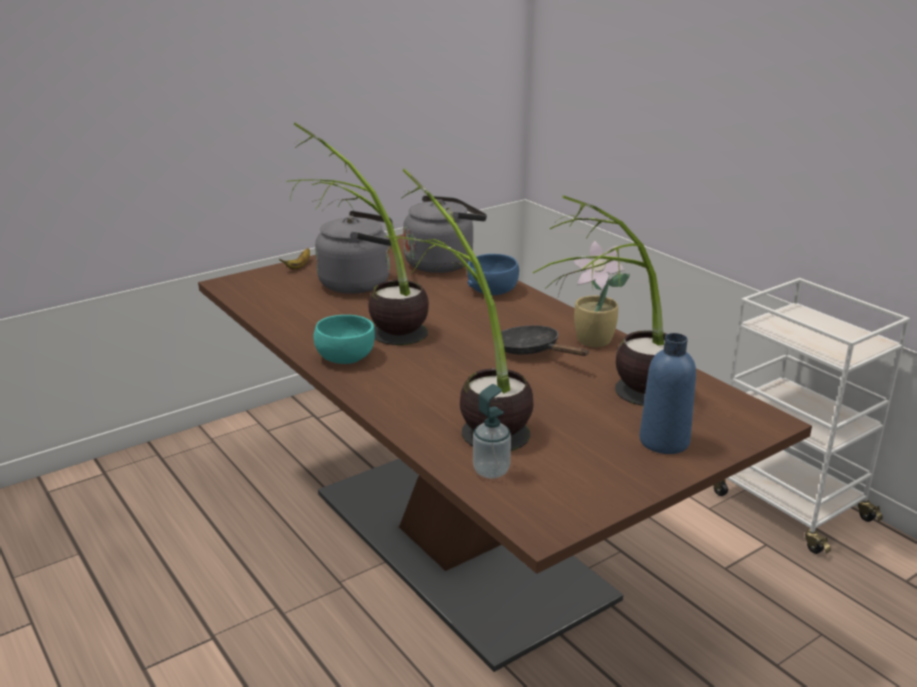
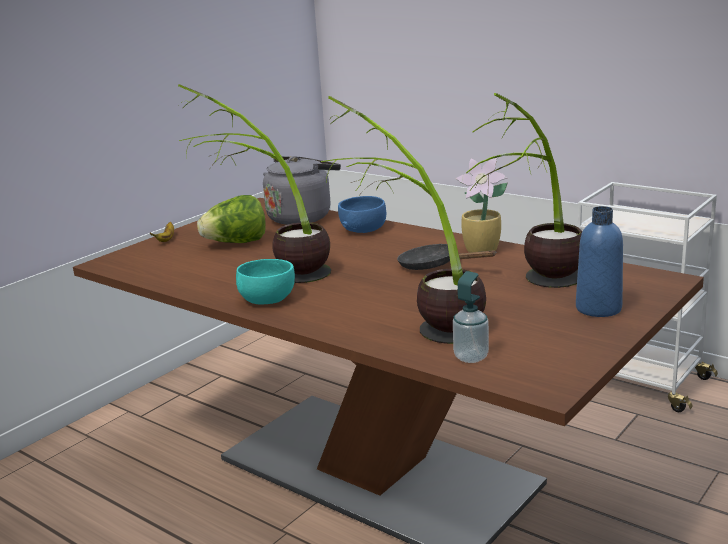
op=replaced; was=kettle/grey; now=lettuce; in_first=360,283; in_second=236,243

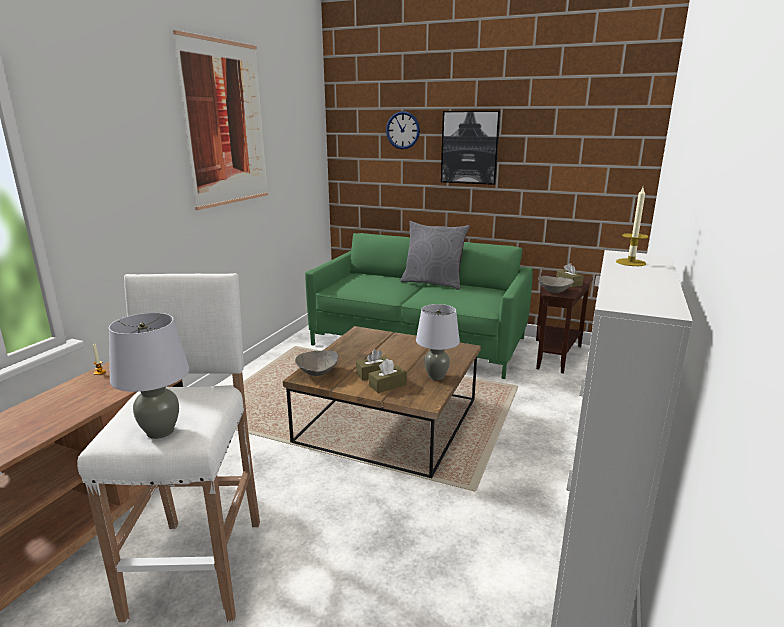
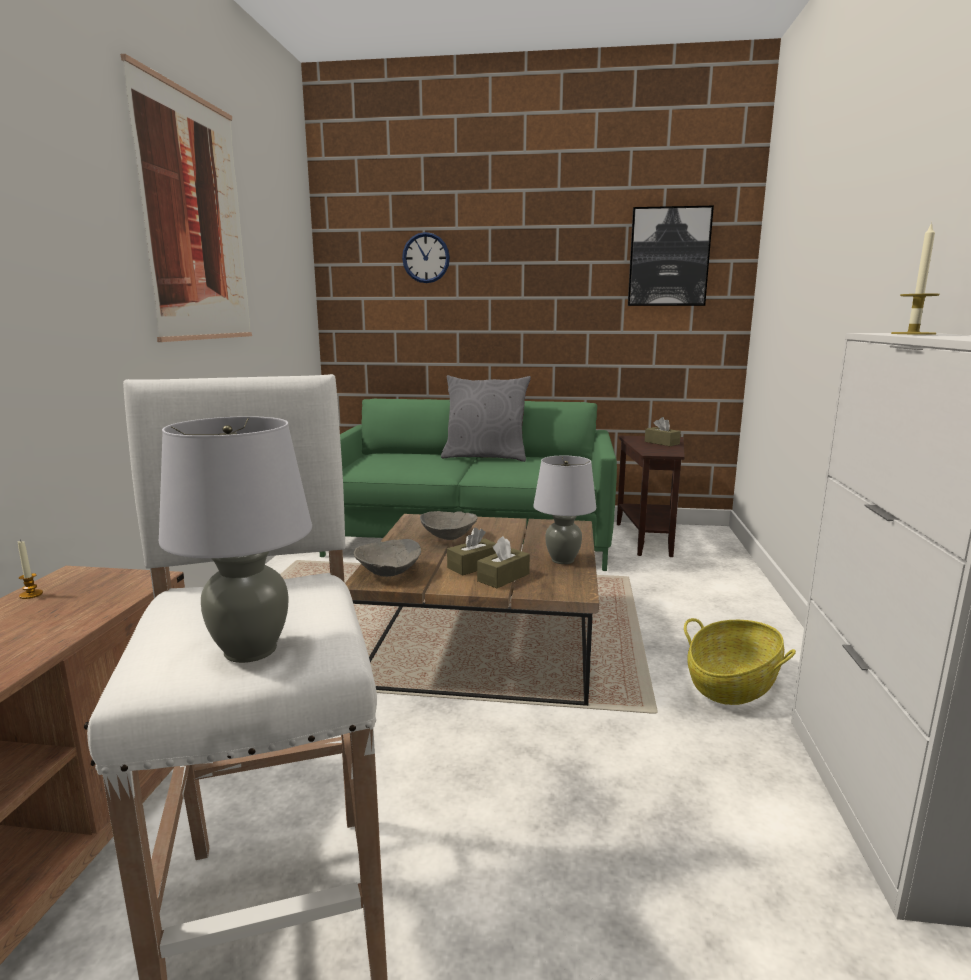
op=moved; was=picture; in_first=470,147; in_second=668,257
op=moved; was=bowl/grey; in_first=553,291; in_second=448,537
op=added; now=basket; in_second=732,684

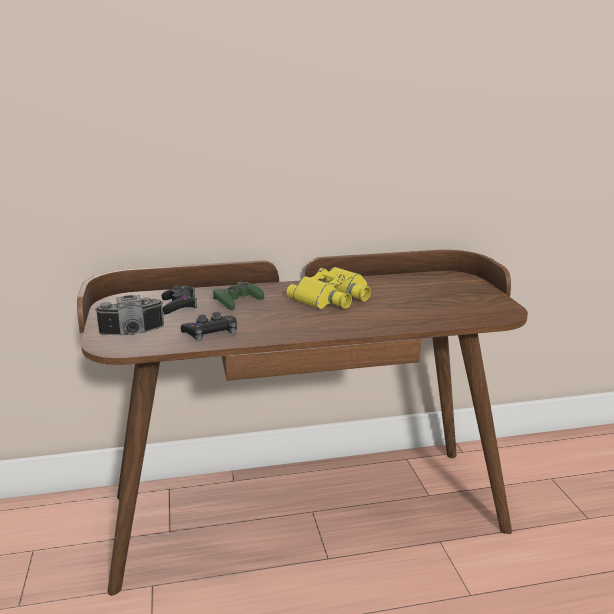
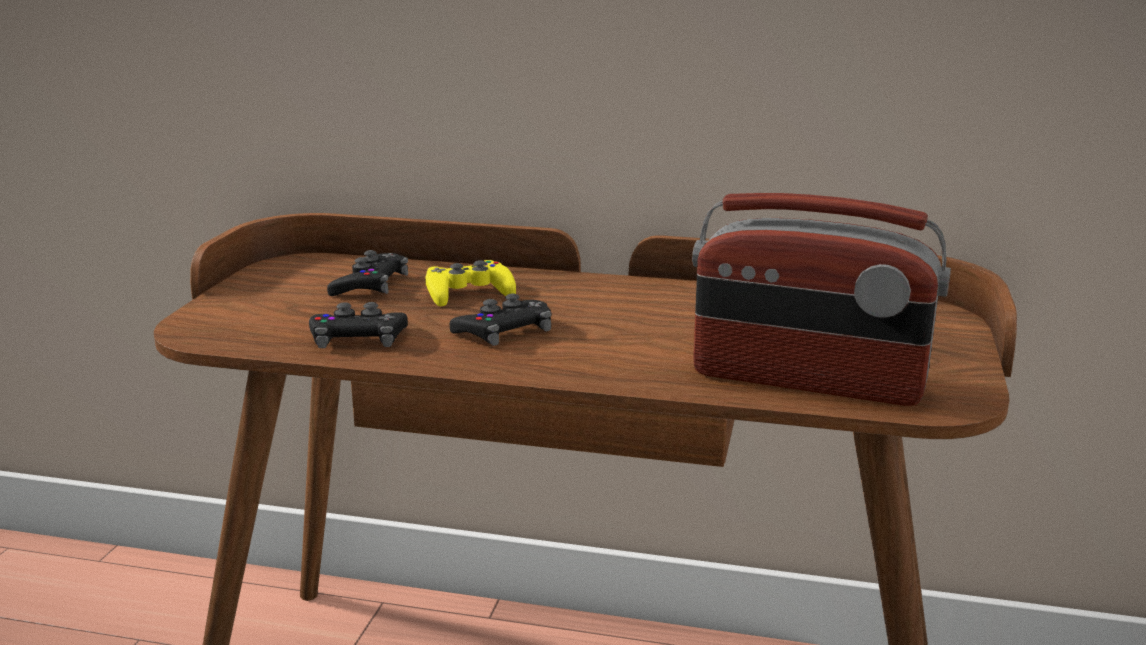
op=removed; was=photo camera; in_first=132,334
op=recoloured; was=game controller/green; now=game controller/yellow; in_first=237,300; in_second=468,292
op=removed; was=binoculars/yellow; in_first=333,298
op=added; now=game controller/black; in_second=503,332
op=added; now=radio; in_second=807,381

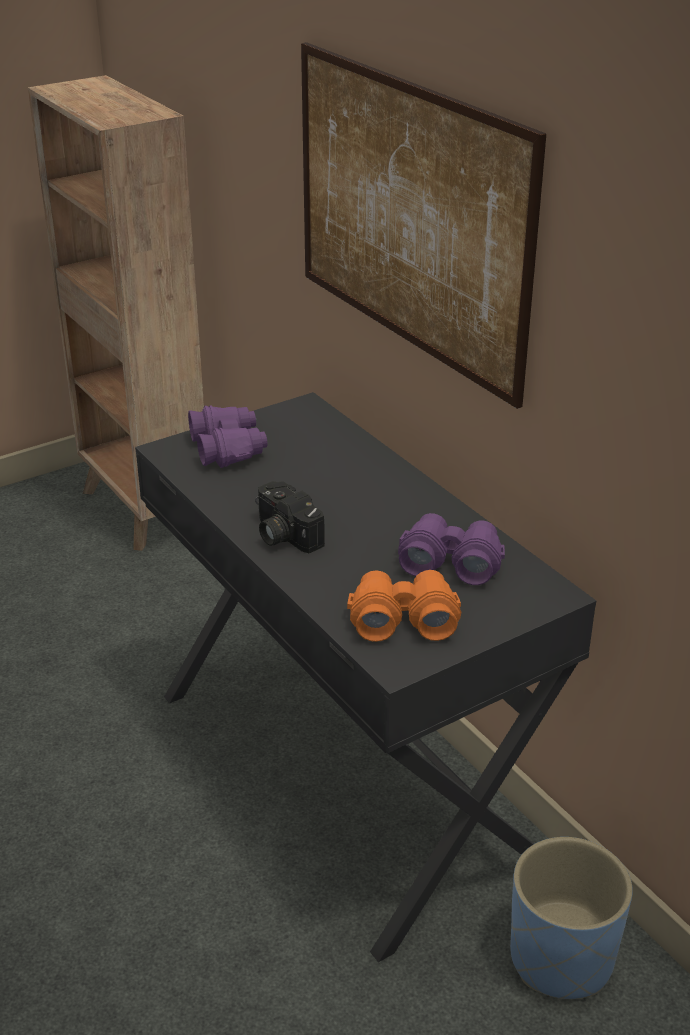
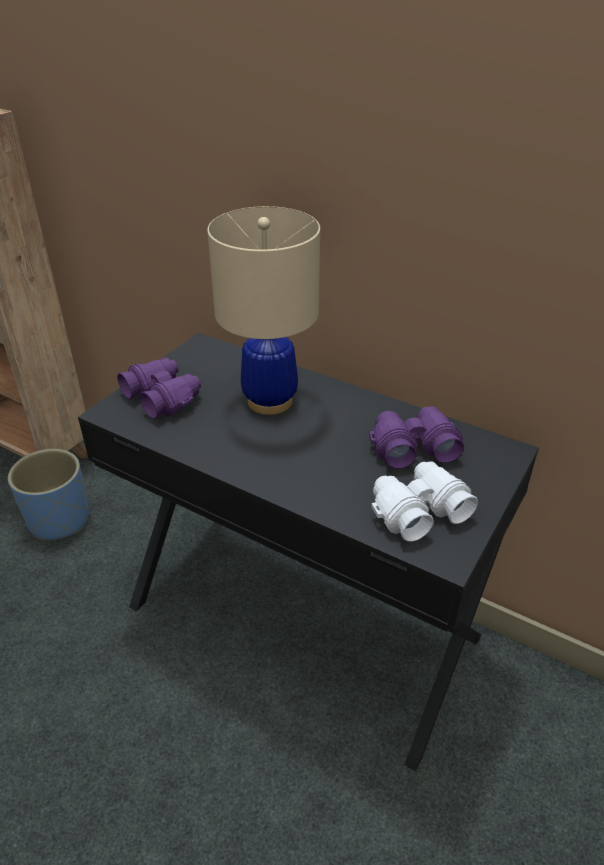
op=removed; was=photo camera; in_first=282,535
op=removed; was=picture; in_first=409,216
op=recoloured; was=binoculars/orange; now=binoculars/white; in_first=403,618; in_second=418,510
op=moved; was=planter/blue; in_first=562,959; in_second=59,520
op=added; now=table lamp/beige; in_second=270,400

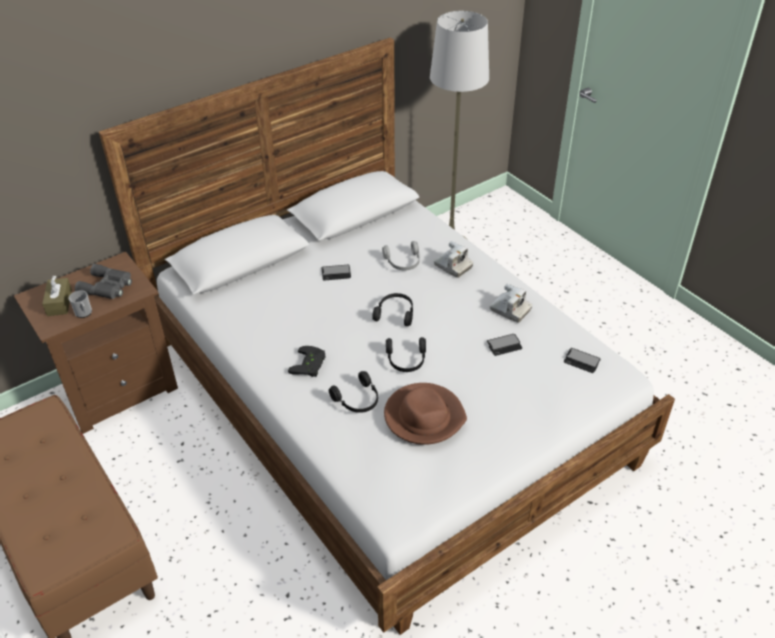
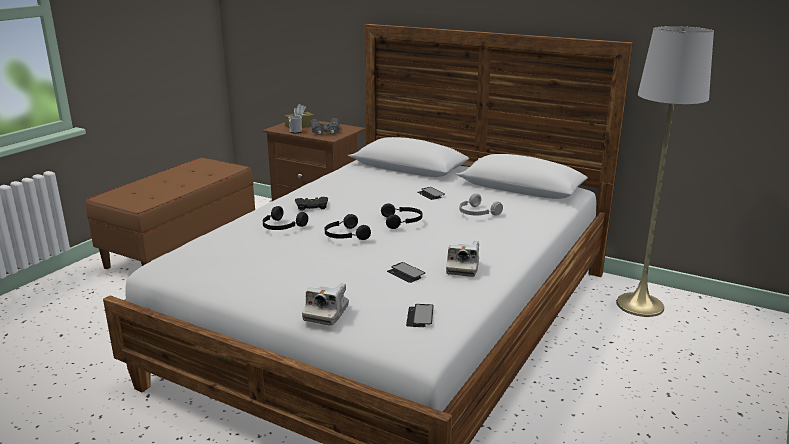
op=removed; was=hat/brown; in_first=424,416
op=moved; was=photo camera; in_first=452,266; in_second=326,313

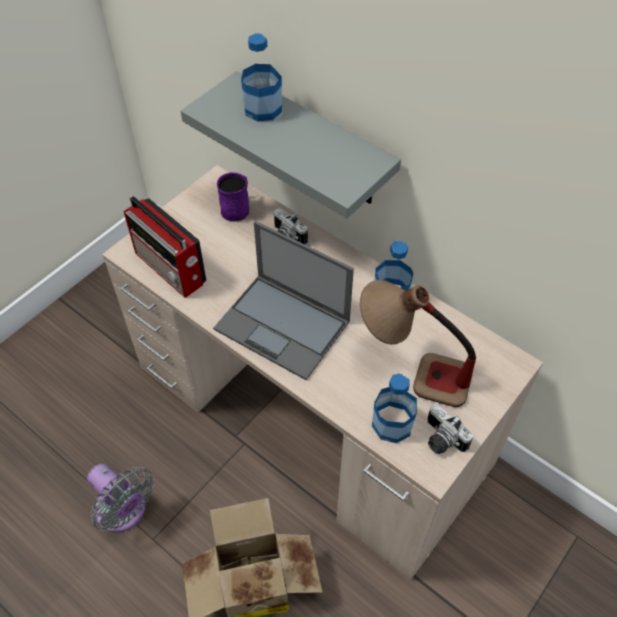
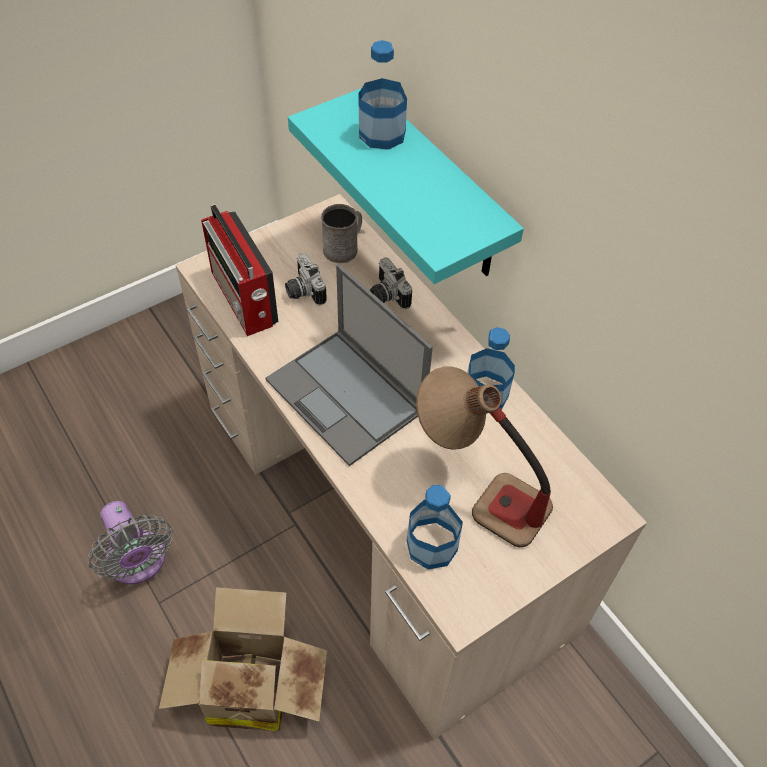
op=recoloured; was=shelf/grey; now=shelf/turquoise; in_first=314,142; in_second=438,187
op=recoloured; was=mug/purple; now=mug/grey; in_first=237,208; in_second=344,248
op=moved; was=photo camera; in_first=441,440; in_second=303,291

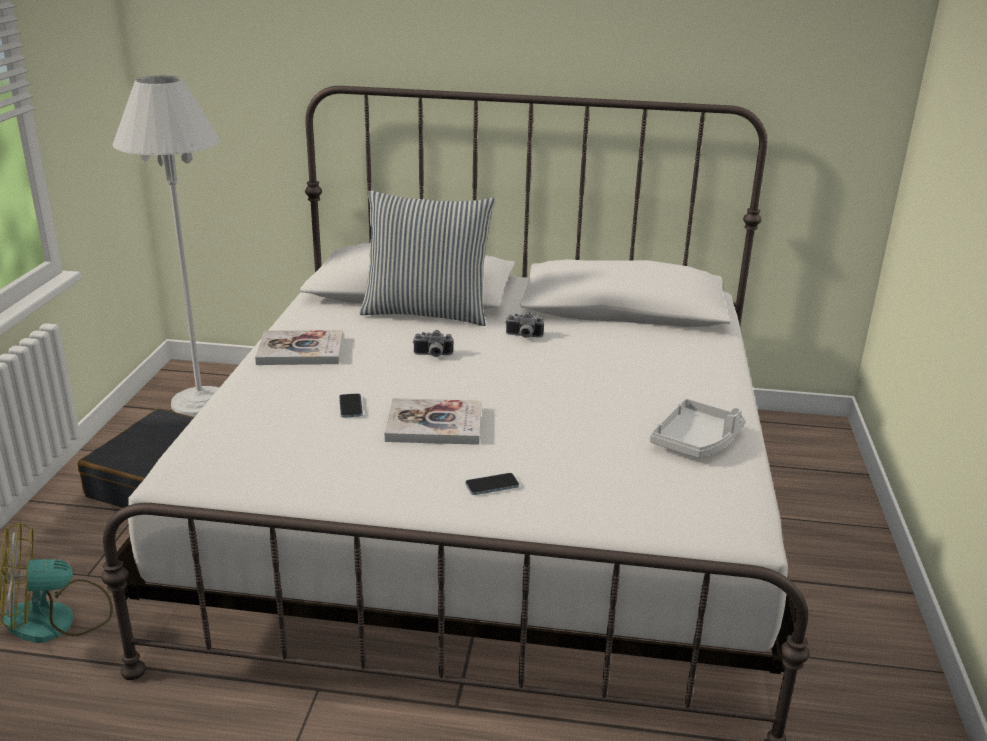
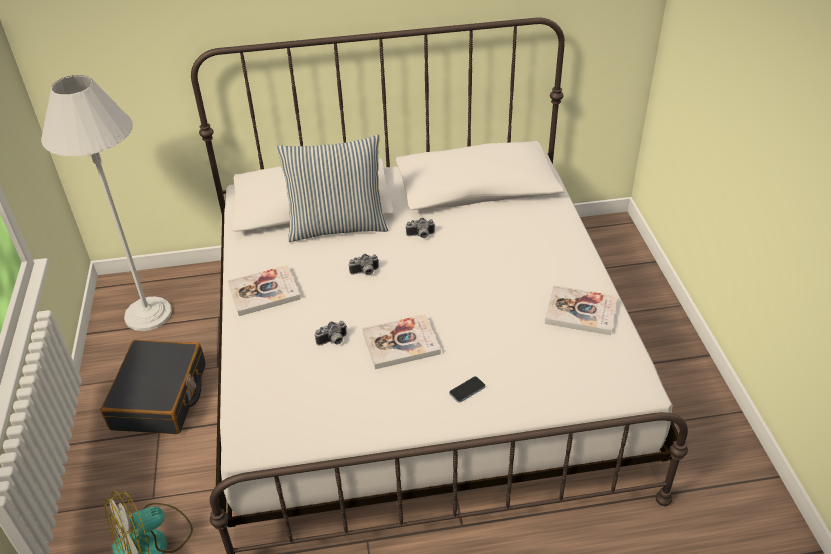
op=replaced; was=phone; now=photo camera; in_first=350,407; in_second=333,341
op=replaced; was=tray/grey; now=book; in_first=696,441; in_second=580,312

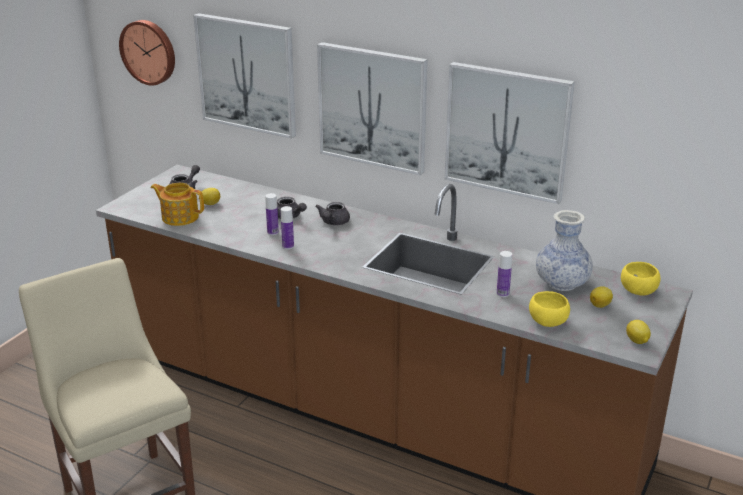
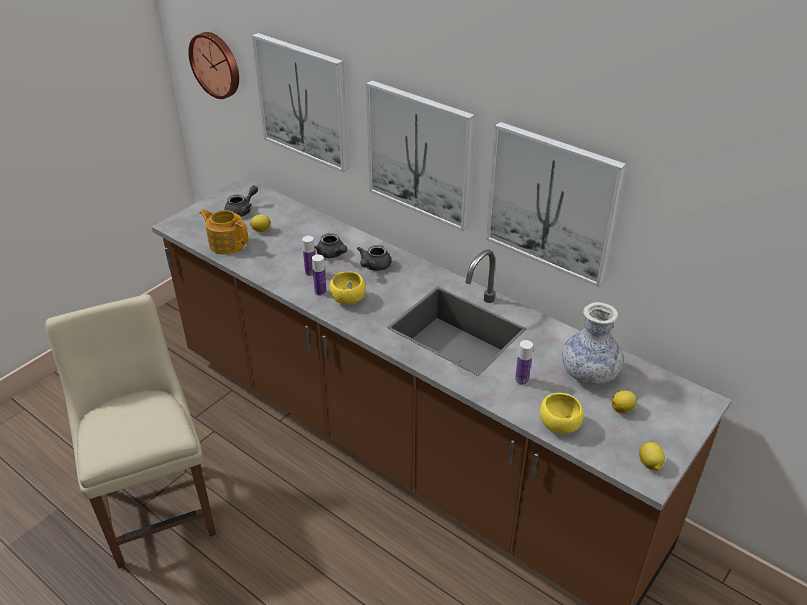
op=moved; was=bowl/yellow; in_first=637,291; in_second=347,299

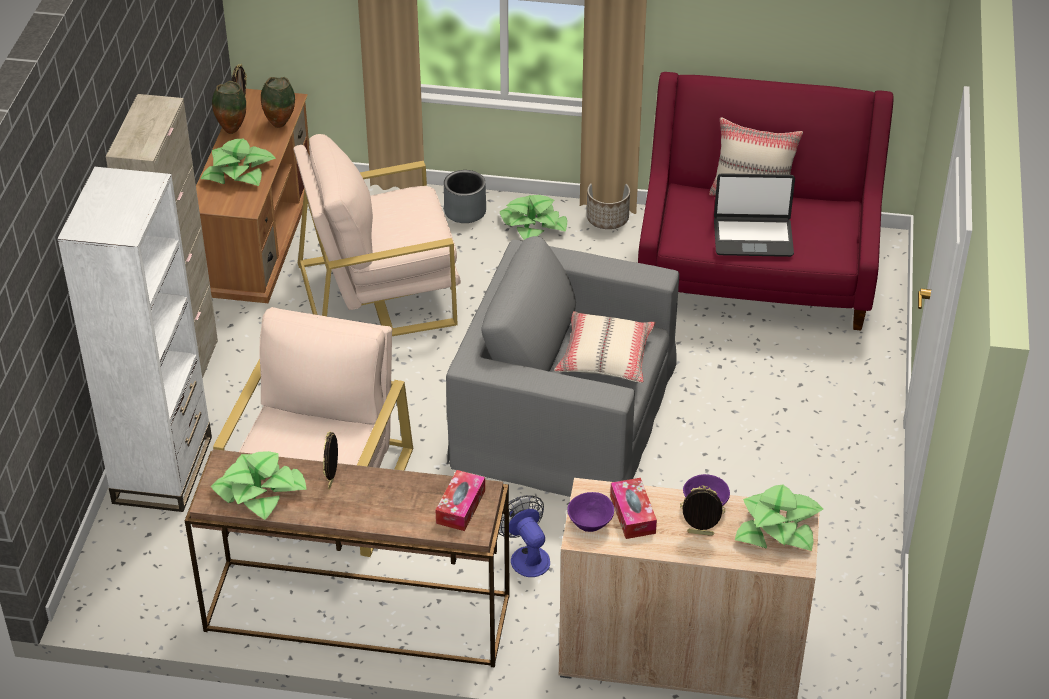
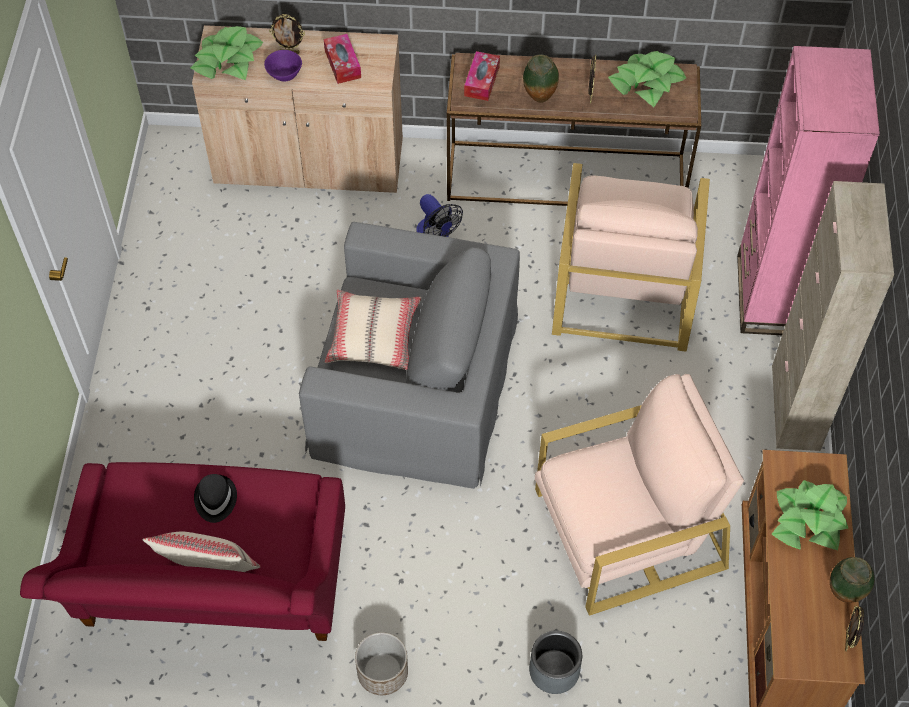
op=recoloured; was=bookcase/white; now=bookcase/pink; in_first=163,470; in_second=771,295
op=moved; was=vase; in_first=280,124; in_second=539,101
op=removed; was=potted plant; in_first=533,225
op=removed; was=bowl/purple; in_first=589,523
op=replaced; was=laptop; now=hat/black; in_first=753,237; in_second=215,499

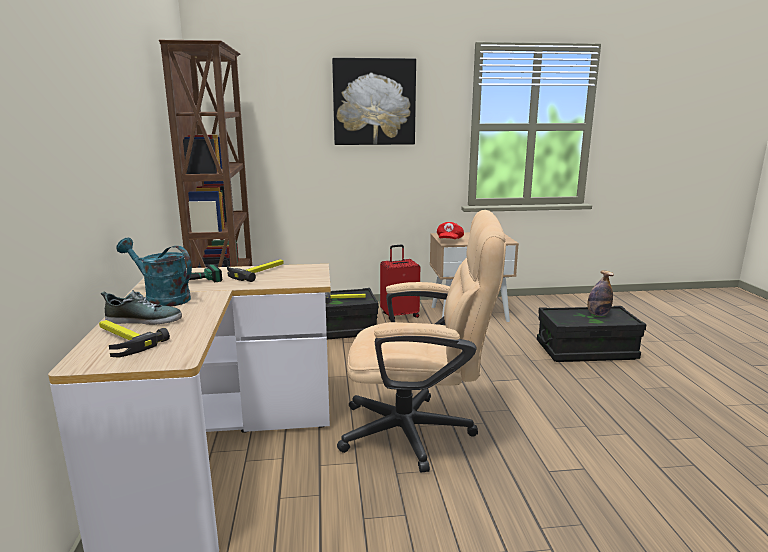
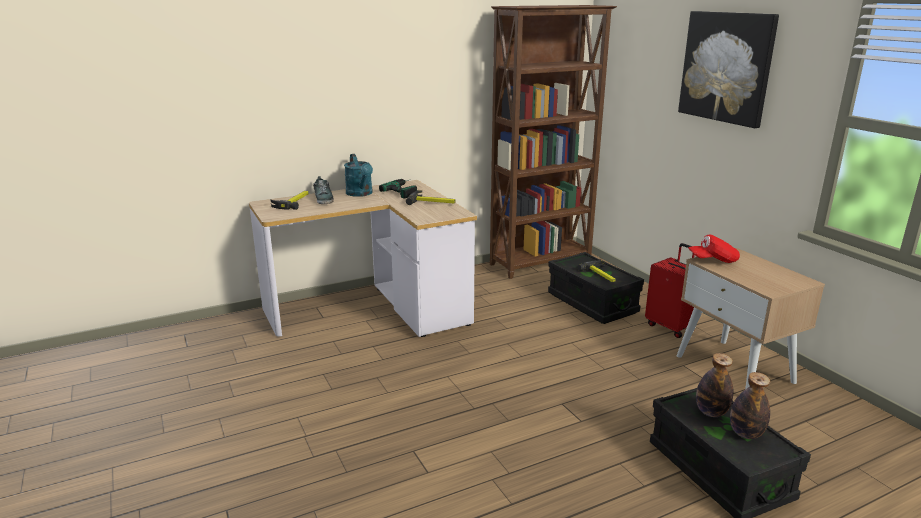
op=turned; was=watering can/turquoise; in_first=161,298; in_second=361,194; clockwise=150
op=removed; was=office chair/beige; in_first=419,432
op=added; now=bottle; in_second=711,412

